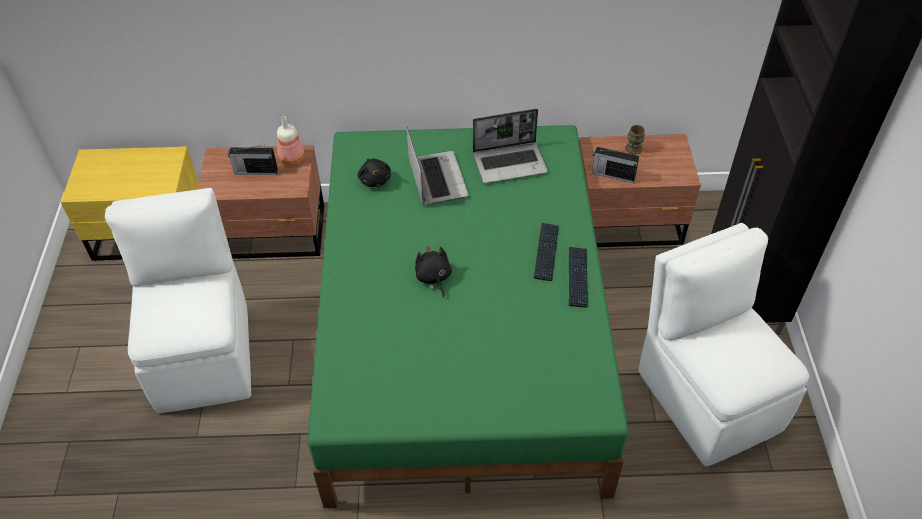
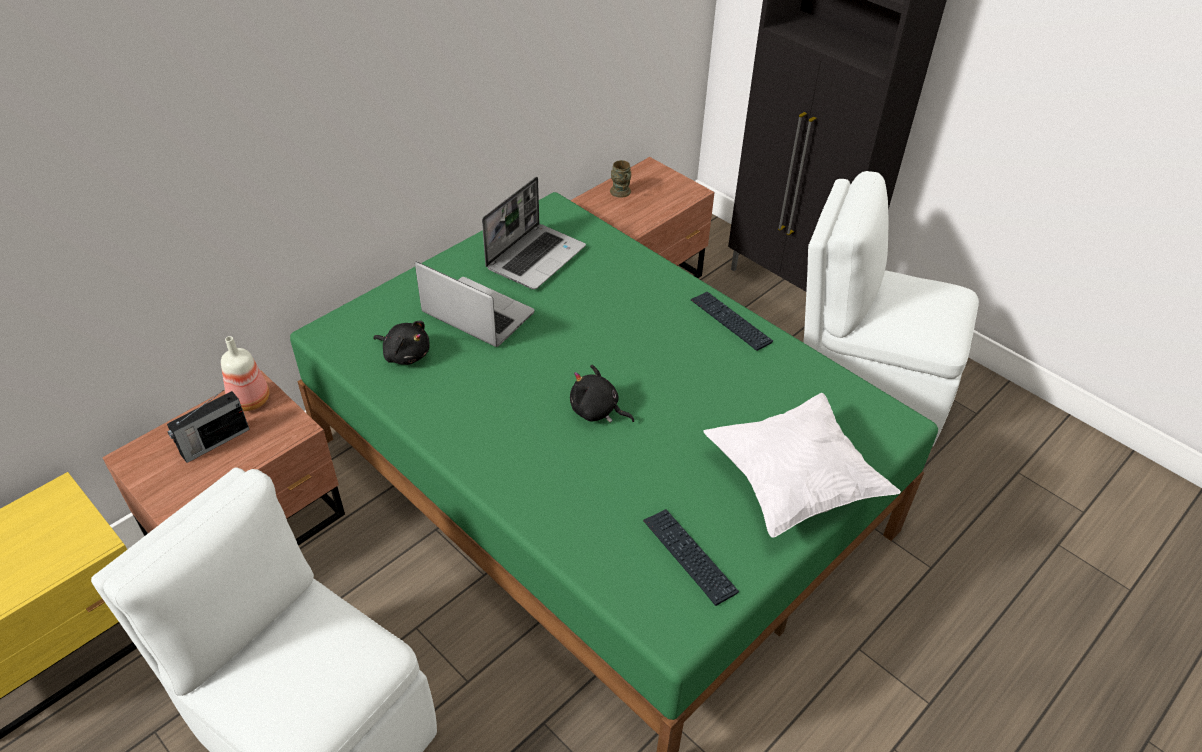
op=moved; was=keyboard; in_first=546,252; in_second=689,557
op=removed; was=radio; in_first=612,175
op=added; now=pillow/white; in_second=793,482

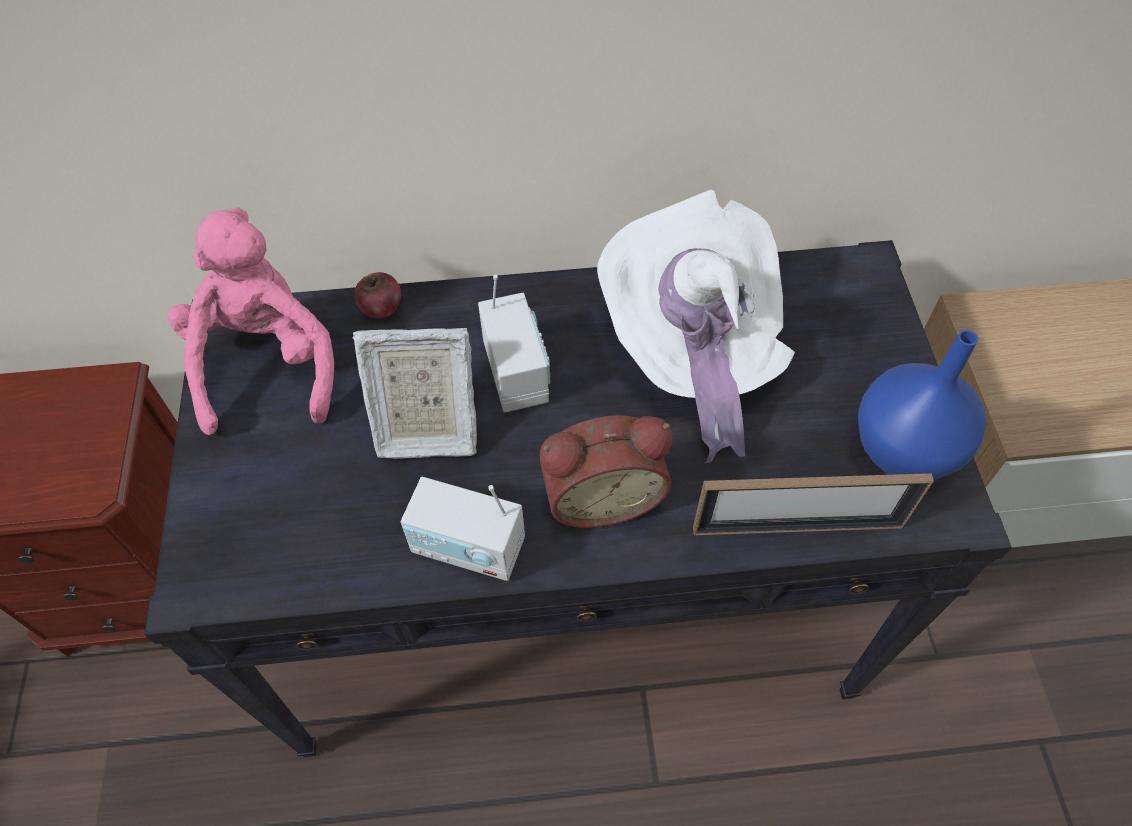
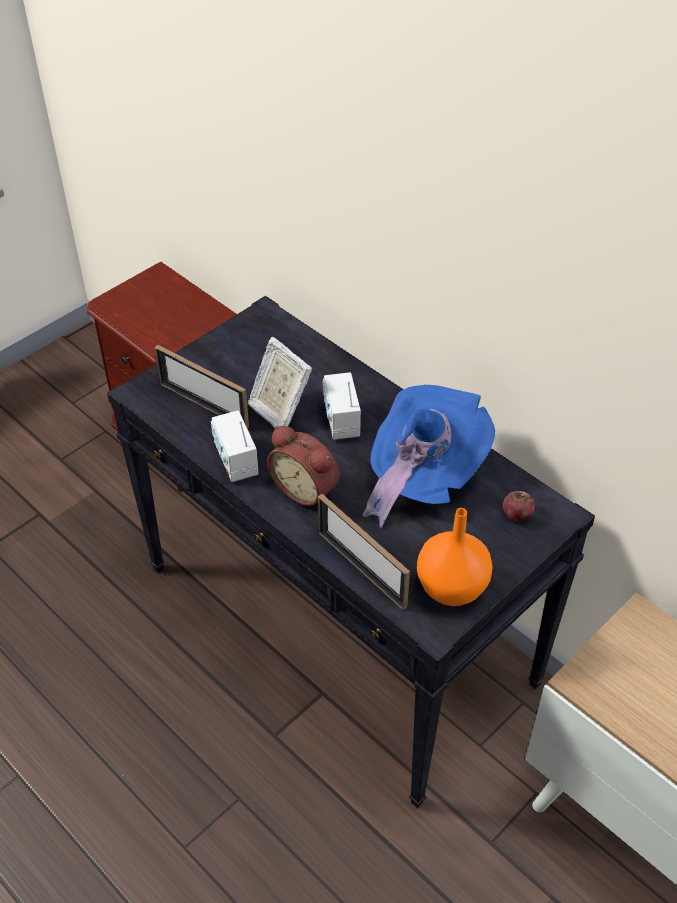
op=removed; was=plush toy/pink; in_first=266,364
op=moved; was=apple; in_first=381,308; in_second=517,514
op=turned; was=radio; in_first=516,373; in_second=341,421; clockwise=135
op=recoloured; was=hat/white; now=hat/blue; in_first=692,353; in_second=422,475
op=recoloured; was=vase/blue; now=vase/orange; in_first=901,451; in_second=450,587
op=added; now=picture frame; in_second=204,405

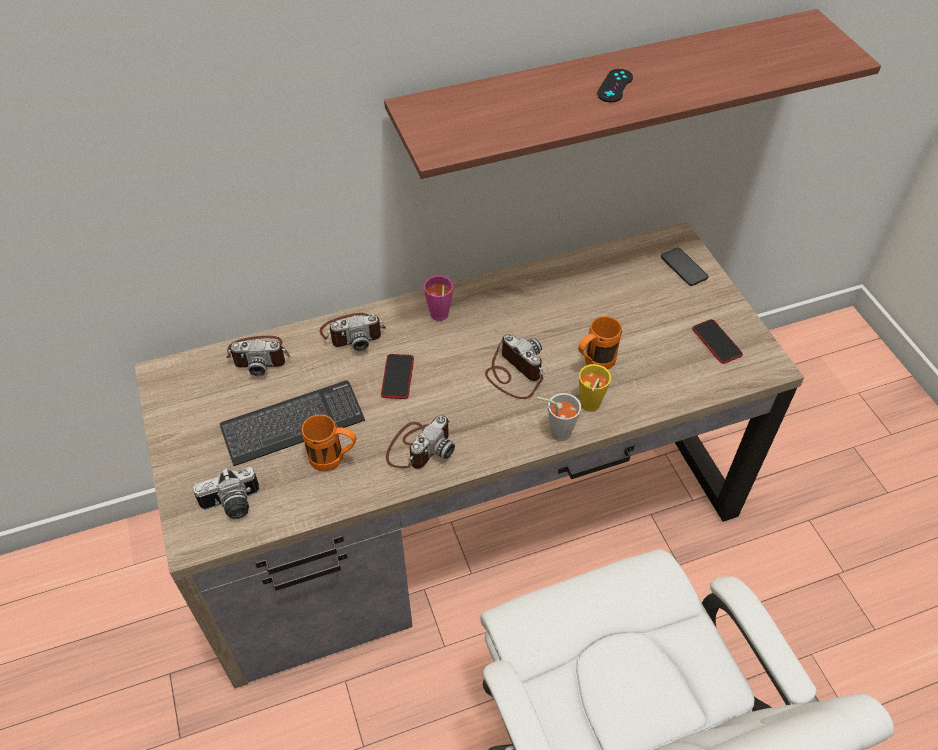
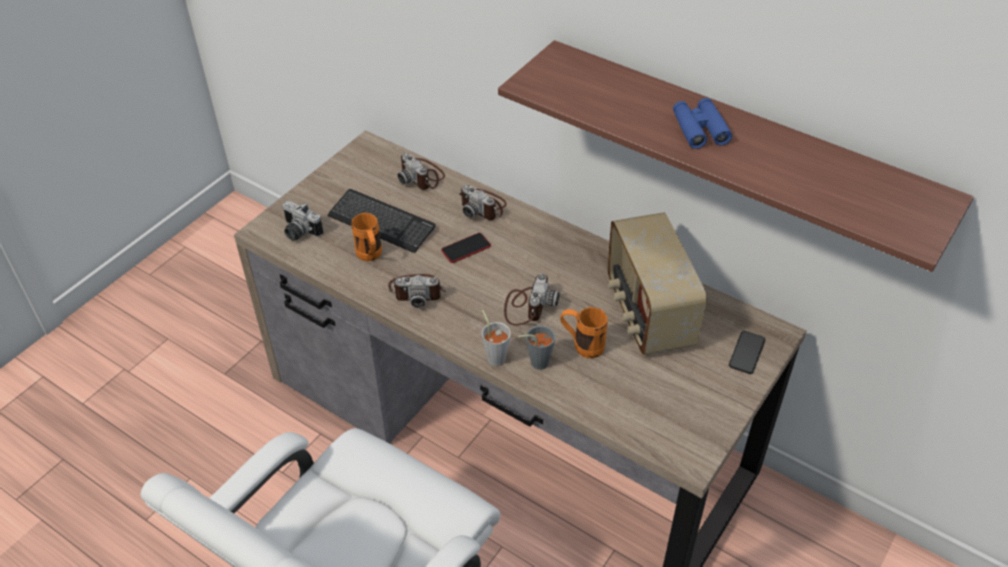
op=removed; was=cup/pink; in_first=439,317
op=recoloured; was=cup/yellow; now=cup/grey; in_first=588,407; in_second=535,363
op=replaced; was=game controller/black; now=binoculars/blue; in_first=615,86; in_second=700,129
op=removed; was=phone; in_first=716,342
op=added; now=radio; in_second=647,313

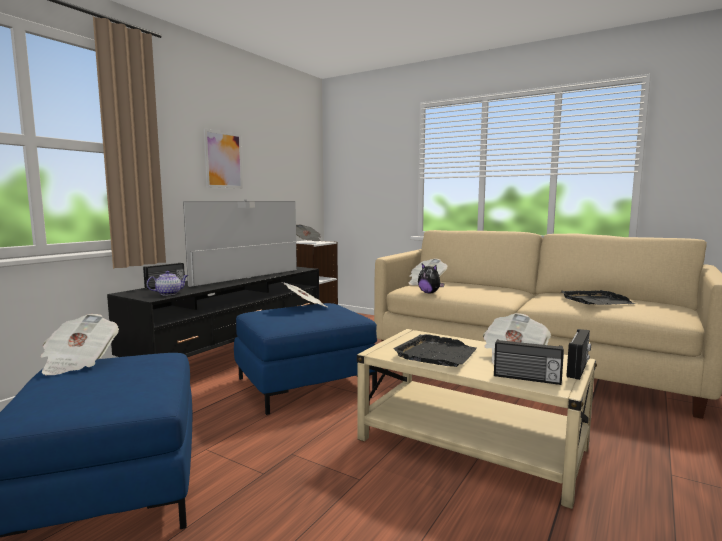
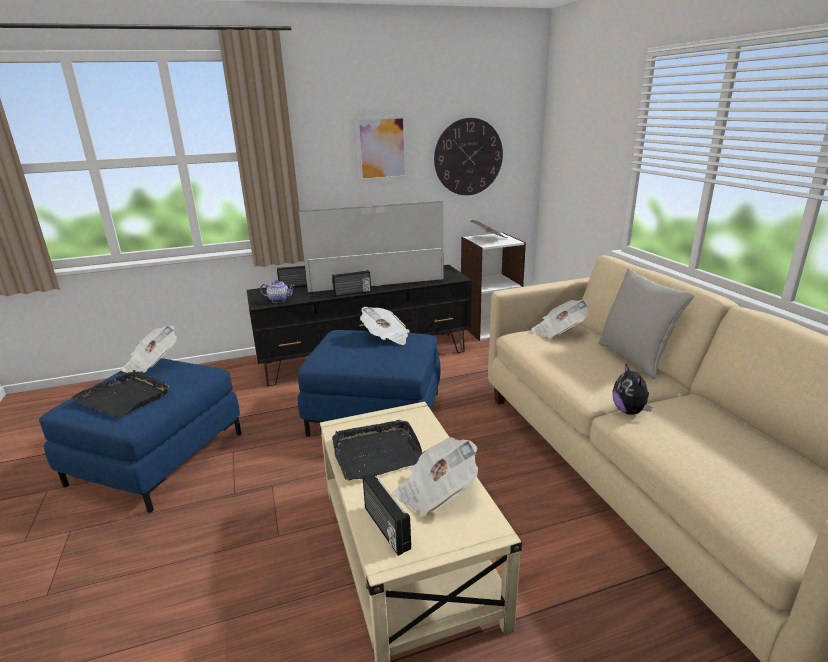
op=moved; was=plush toy; in_first=429,293; in_second=629,411
op=moved; was=tray/black; in_first=595,301; in_second=125,397
op=moved; was=radio; in_first=578,369; in_second=352,293
op=added; now=wall clock; in_second=468,157
op=added; now=pillow/grey; in_second=634,358

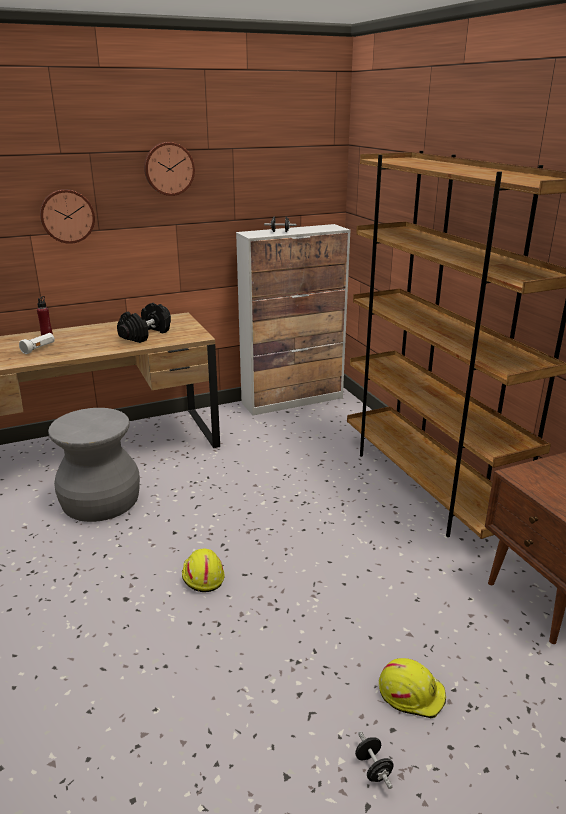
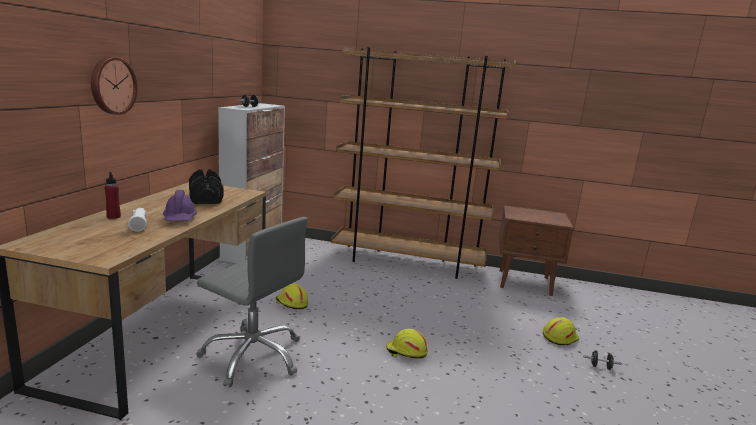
op=replaced; was=stool/grey; now=office chair/grey; in_first=100,501; in_second=253,356
op=removed; was=wall clock; in_first=169,168
op=added; now=hard hat/purple; in_second=180,218
op=added; now=hard hat/yellow; in_second=291,303

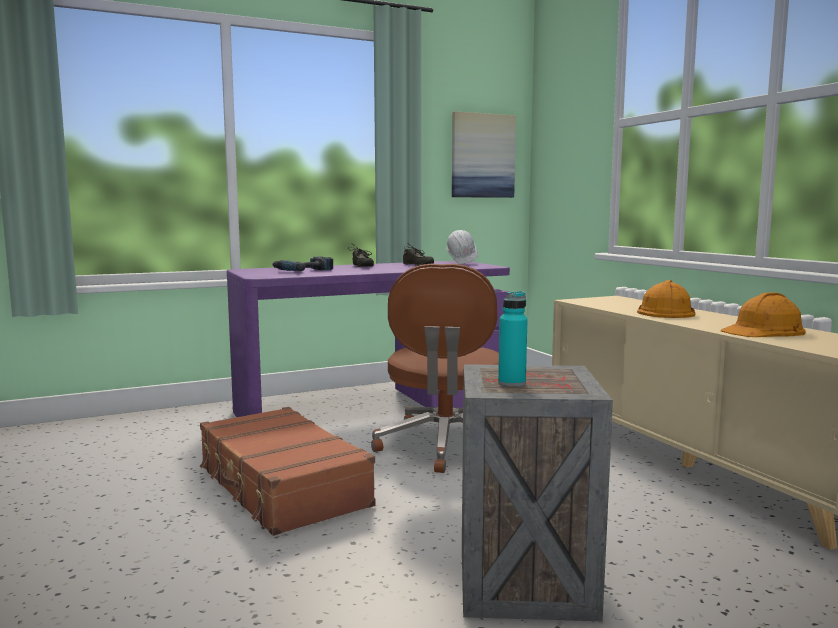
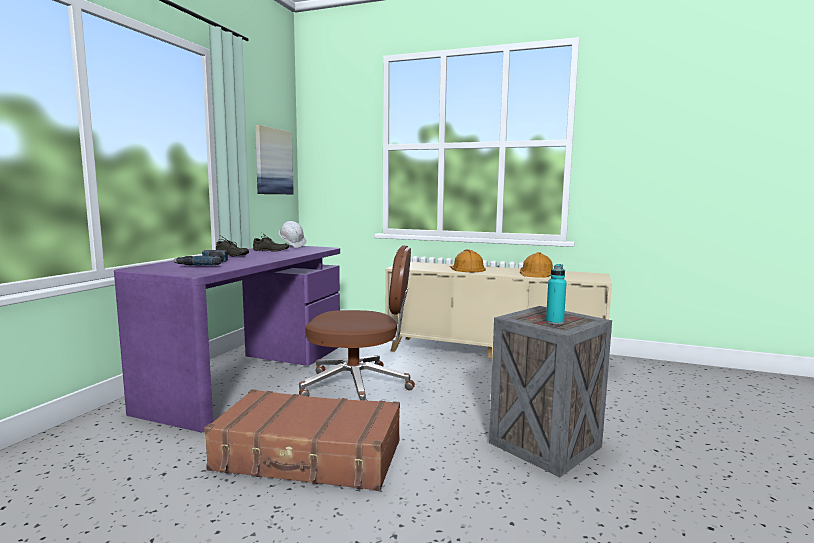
op=turned; was=office chair/brown; in_first=445,446; in_second=358,386; clockwise=-45

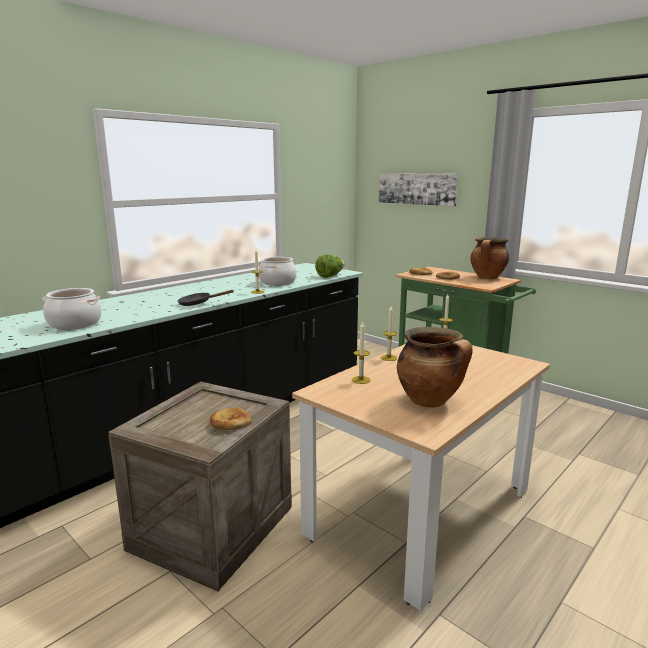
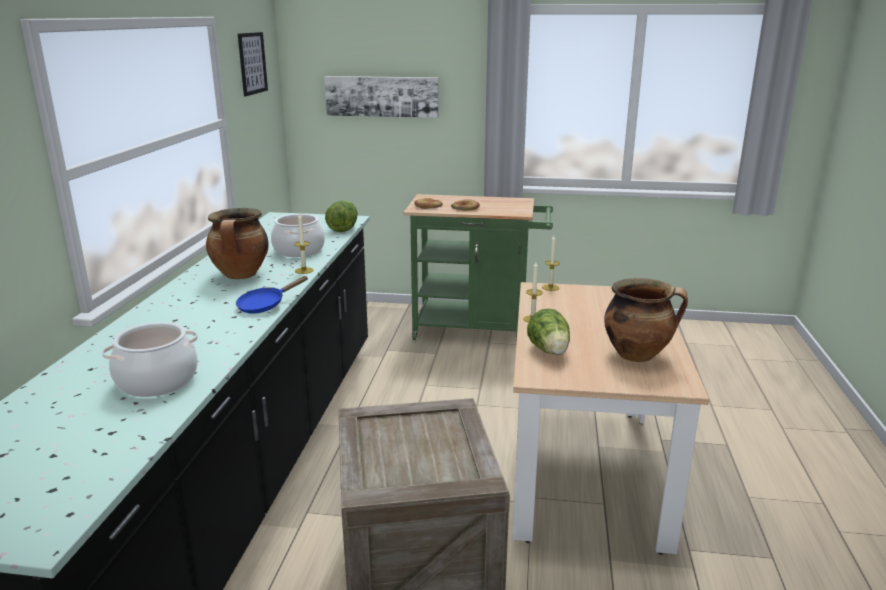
op=recoloured; was=frying pan/black; now=frying pan/blue; in_first=198,303; in_second=265,305
op=removed; was=bread; in_first=230,422
op=replaced; was=candle; now=lettuce; in_first=361,380; in_second=550,351
op=moved; was=cooking pot; in_first=487,278; in_second=241,275
op=added; now=picture; in_second=252,63

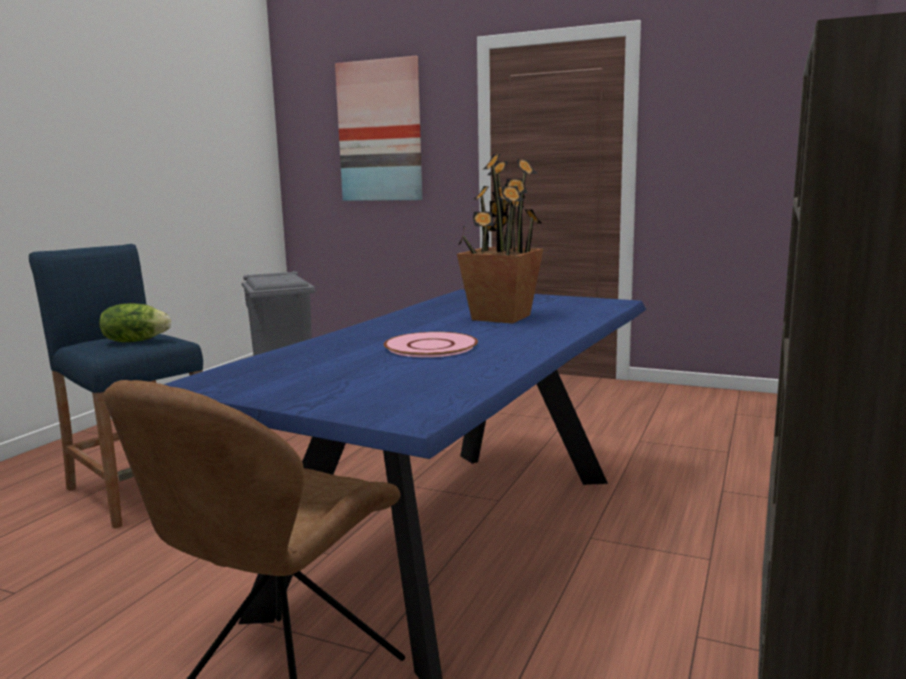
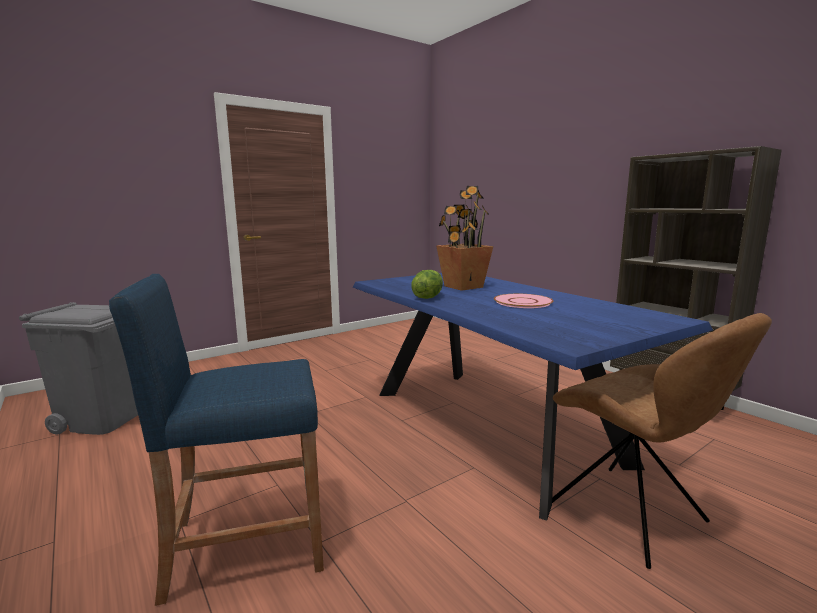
op=moved; was=lettuce; in_first=135,341; in_second=427,297
op=removed; was=picture; in_first=380,131

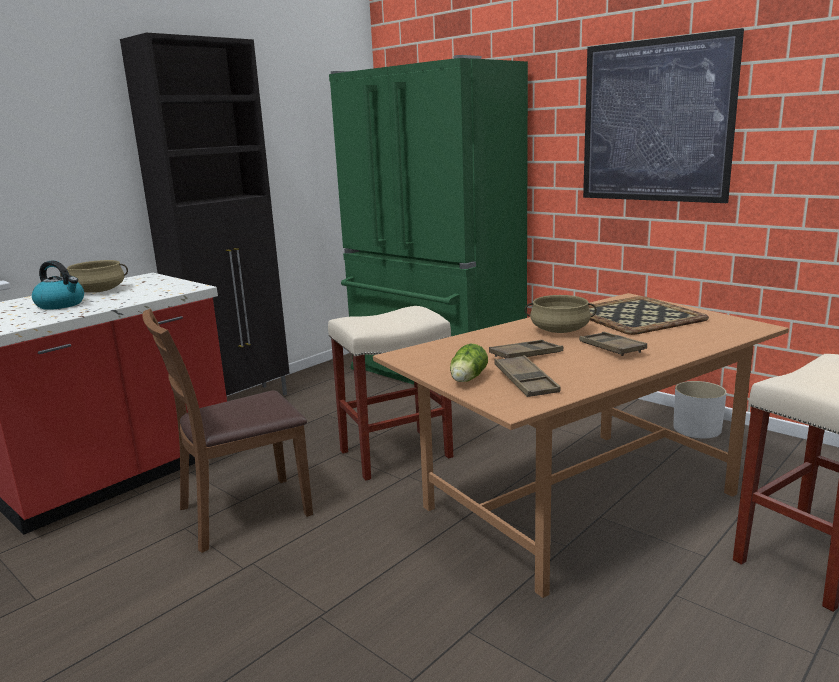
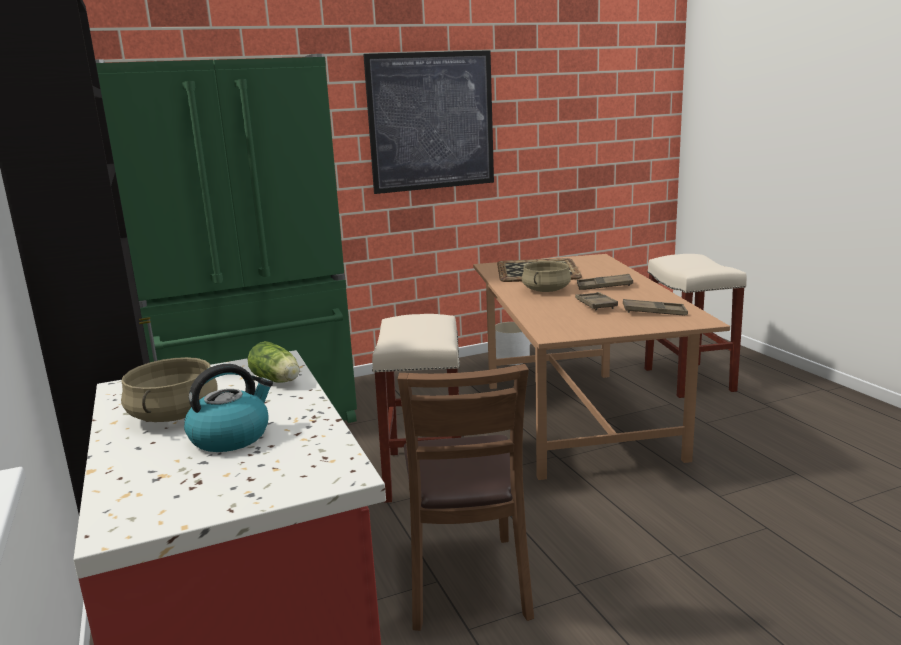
op=moved; was=lettuce; in_first=467,379; in_second=277,381

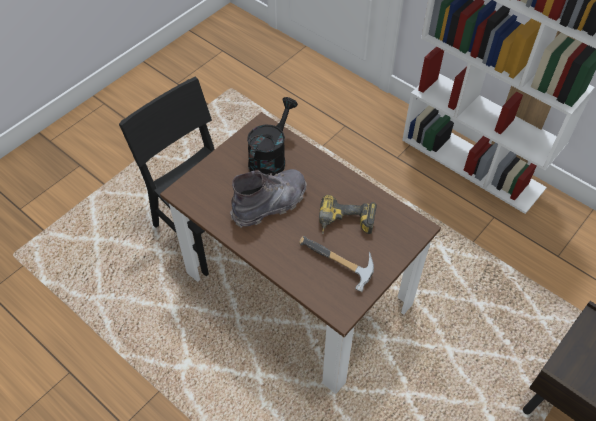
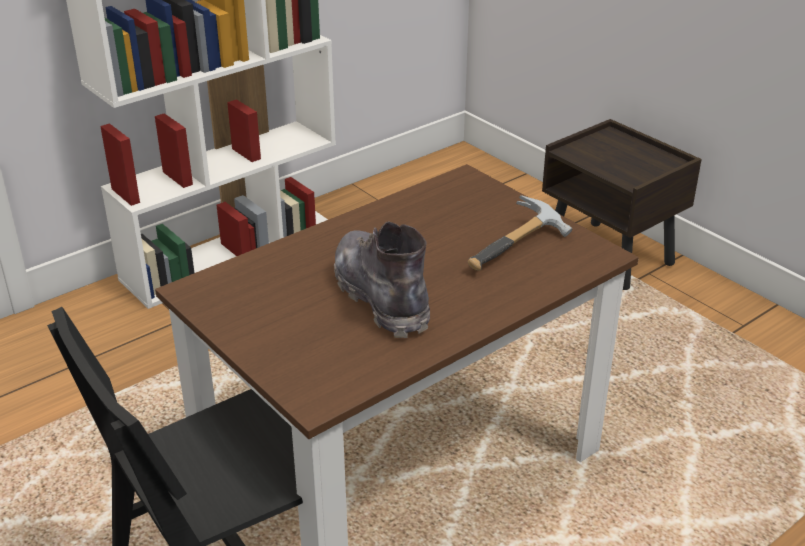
op=removed; was=watering can/black; in_first=270,159
op=removed; was=power drill; in_first=345,225

